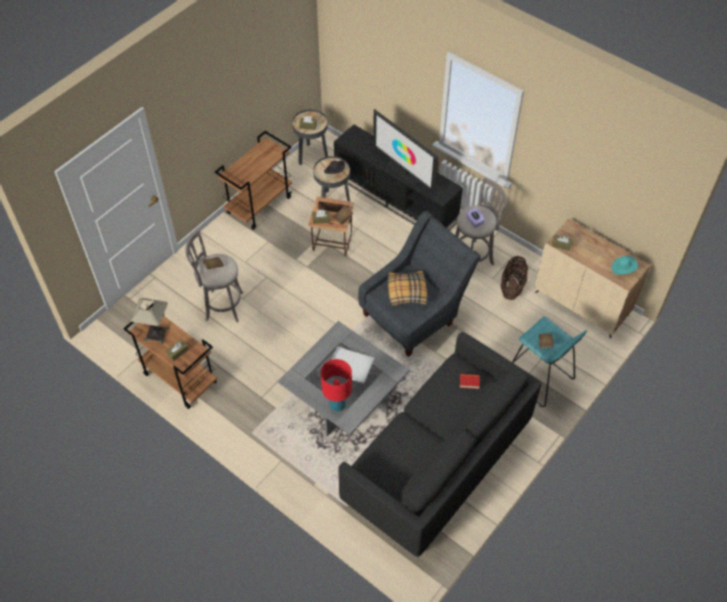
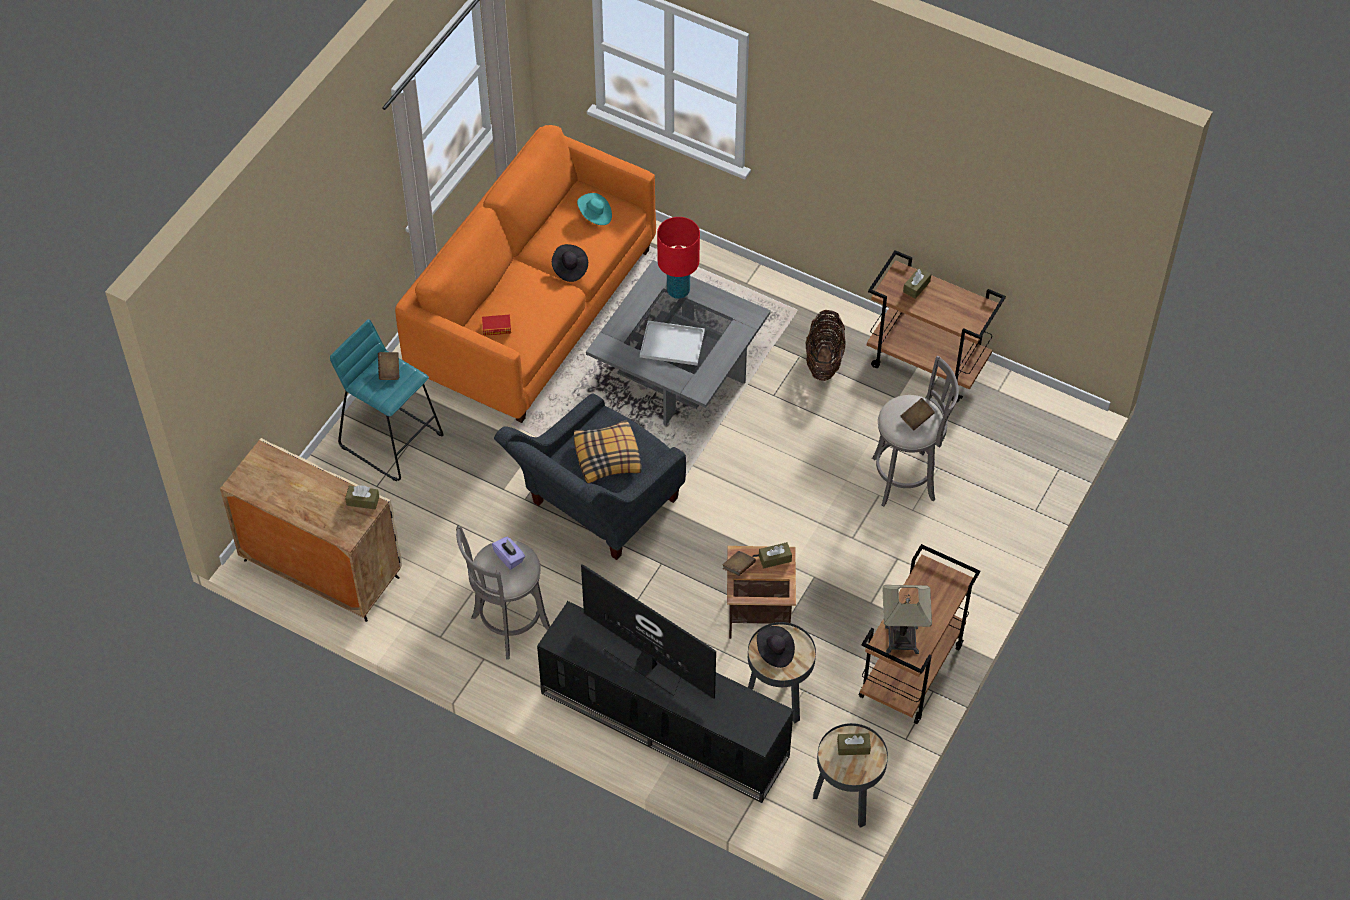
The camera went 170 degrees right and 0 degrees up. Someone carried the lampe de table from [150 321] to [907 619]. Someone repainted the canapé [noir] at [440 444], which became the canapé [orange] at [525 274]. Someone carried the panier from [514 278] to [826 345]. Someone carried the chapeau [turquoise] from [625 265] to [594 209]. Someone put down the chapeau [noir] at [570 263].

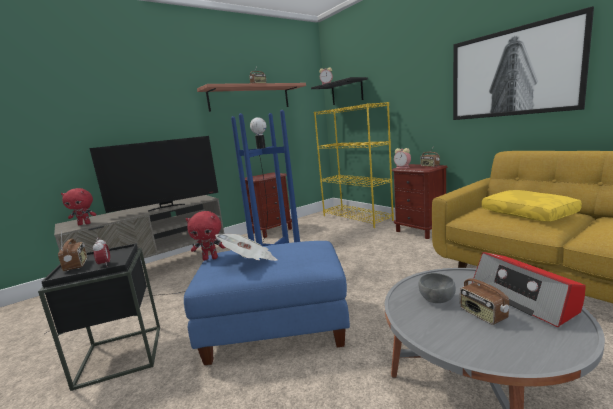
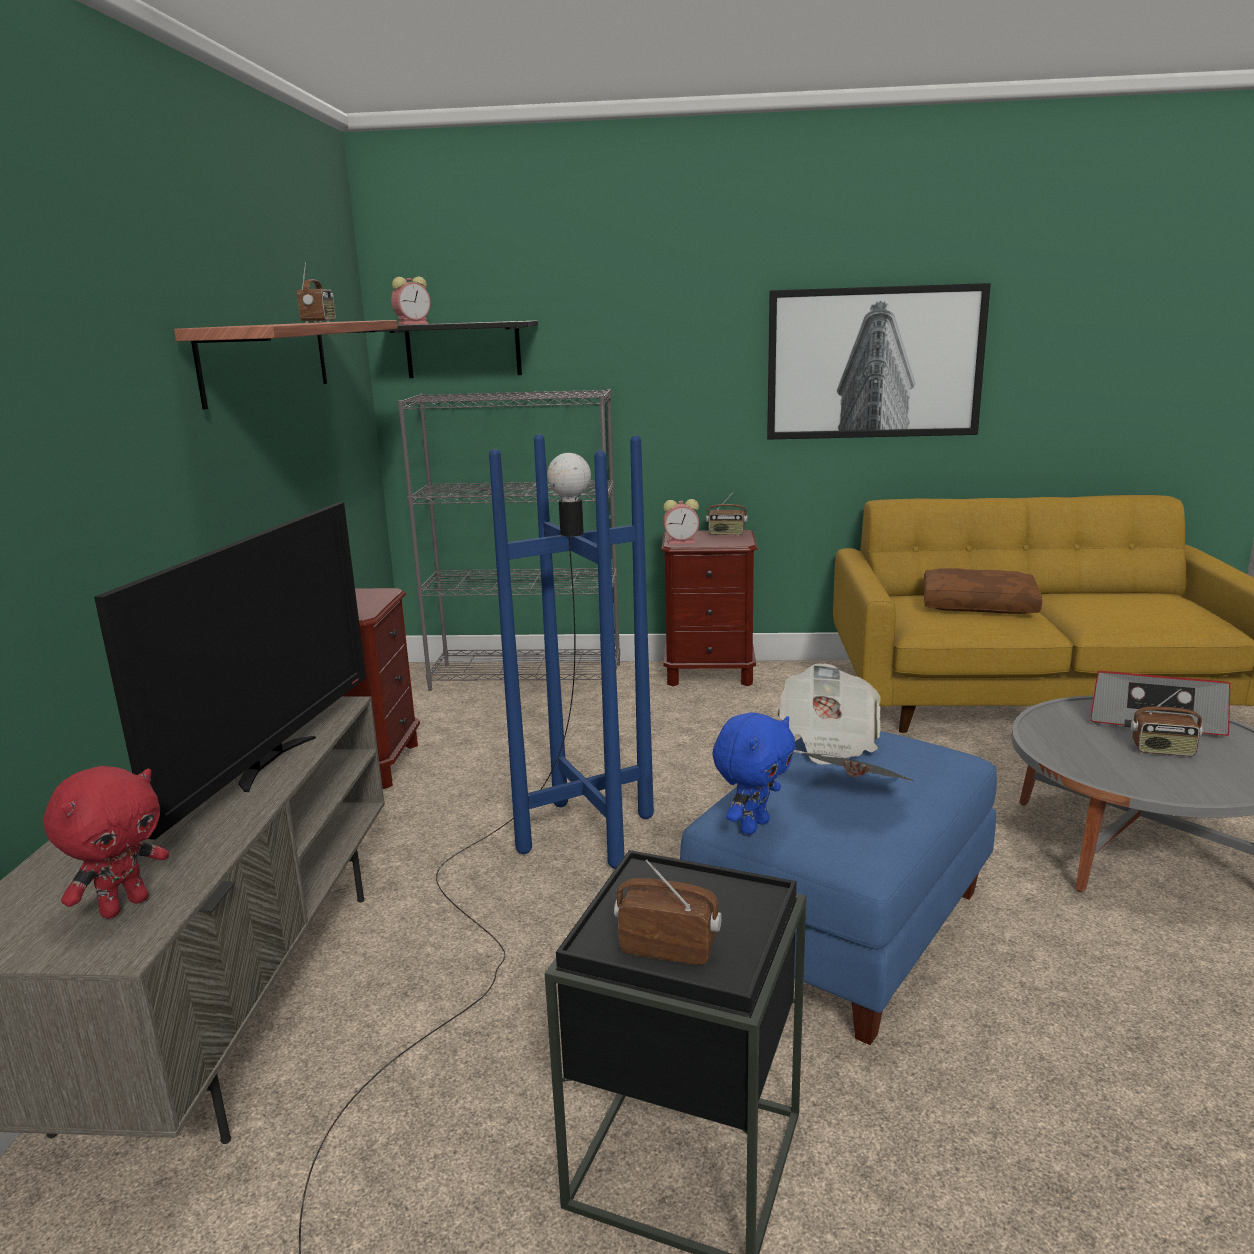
The camera went 50 degrees left and 5 degrees up. Someone took away the réveil at [101 251]. Someone repainted the peluche [rouge] at [206 235], which became the peluche [bleu] at [753 773]. Someone repainted the bibliothèque [jaune] at [354 165], which became the bibliothèque [gris] at [508 540]. Someone took away the bol [gris] at [437 288]. Someone repainted the coussin [jaune] at [532 205], which became the coussin [marron] at [982 591]. Someone put down the journal at [829 714].

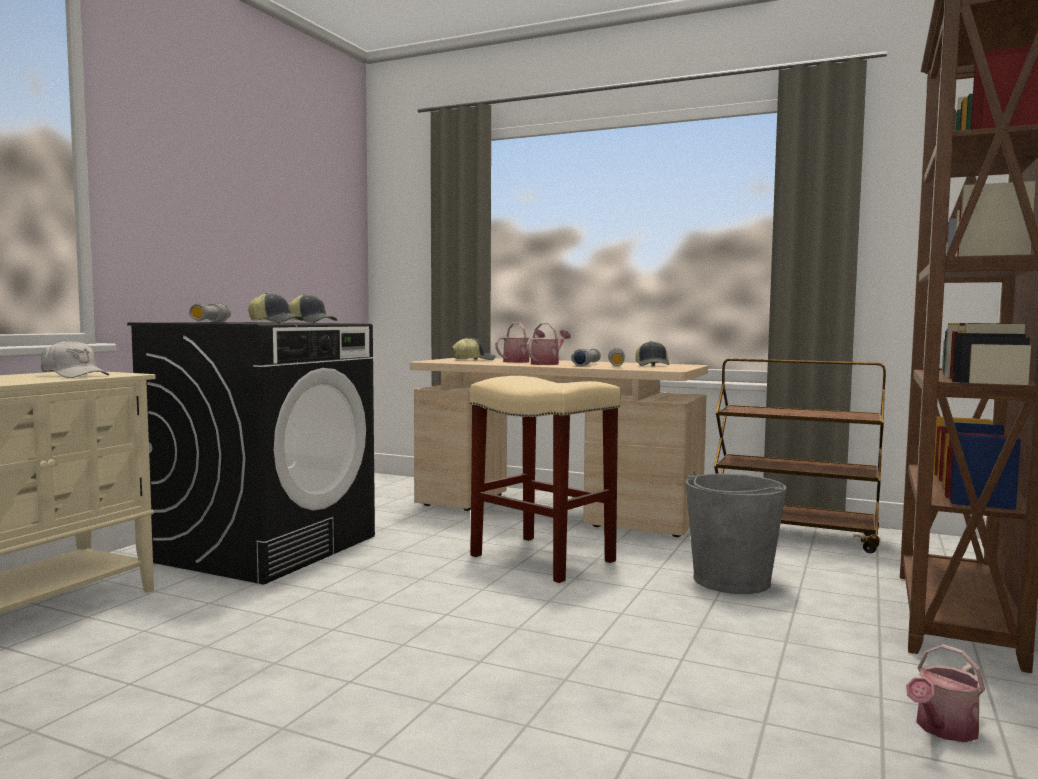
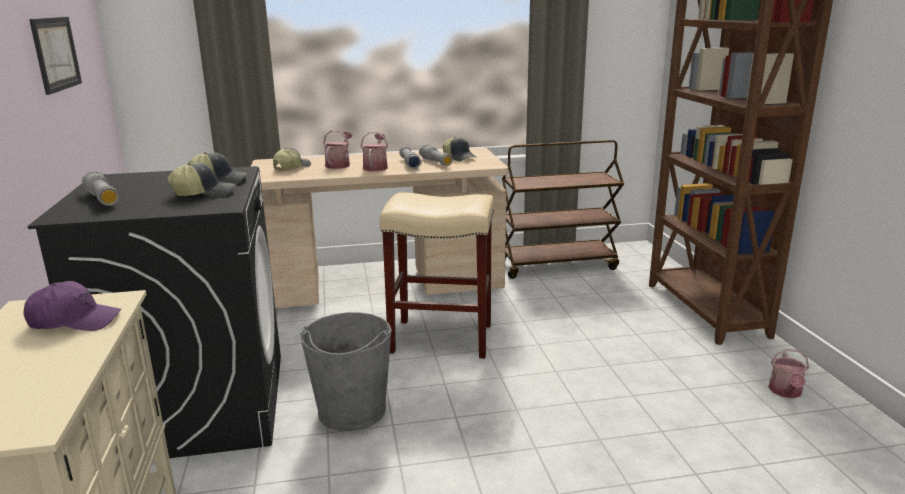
The camera went 35 degrees left and 15 degrees up. Someone repainted the casquette [blanc] at [75 359], which became the casquette [violet] at [72 306]. Someone carried the seau [gris] from [735 532] to [346 371]. Someone put up the tableau at [55 56].

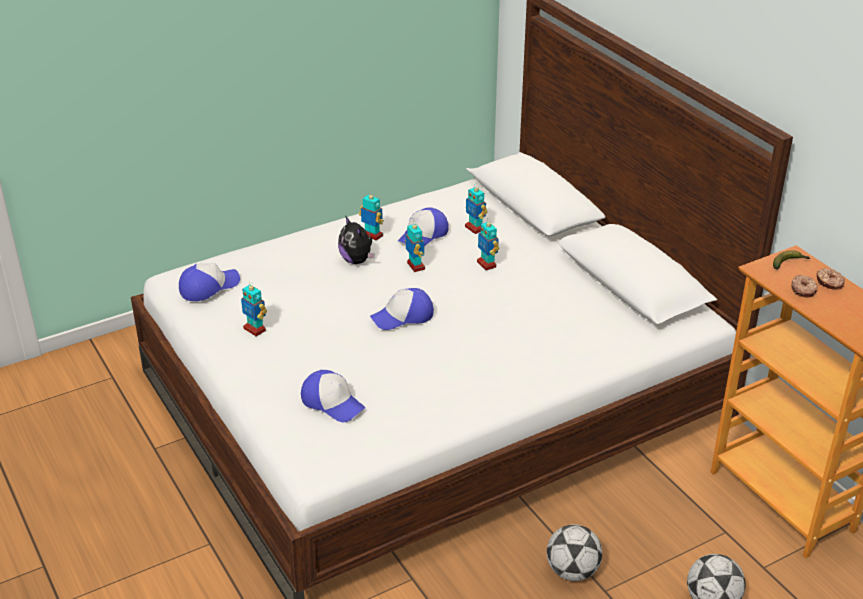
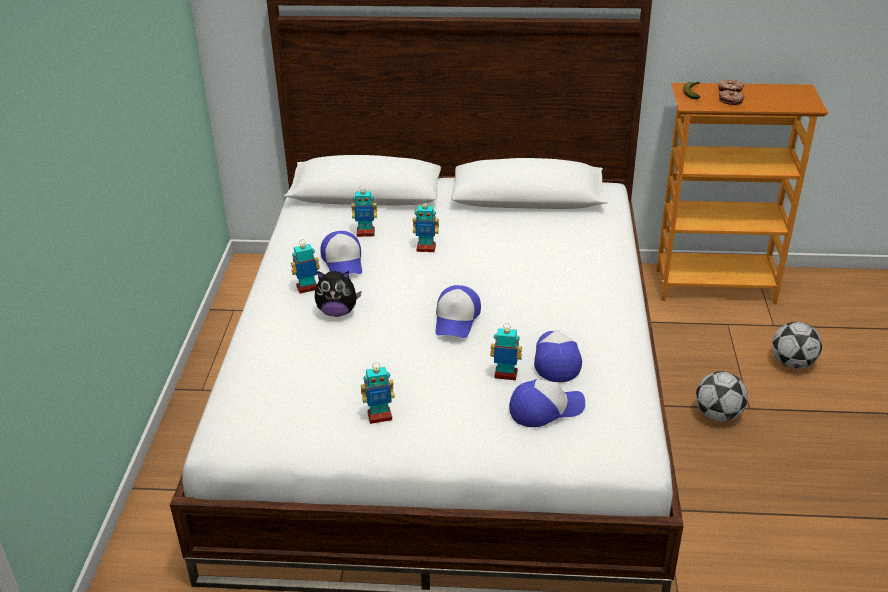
The camera went 55 degrees left and 0 degrees up. Someone carried the casquette from [209 282] to [558 356]. Someone carried the robot jouet from [415 246] to [506 351].

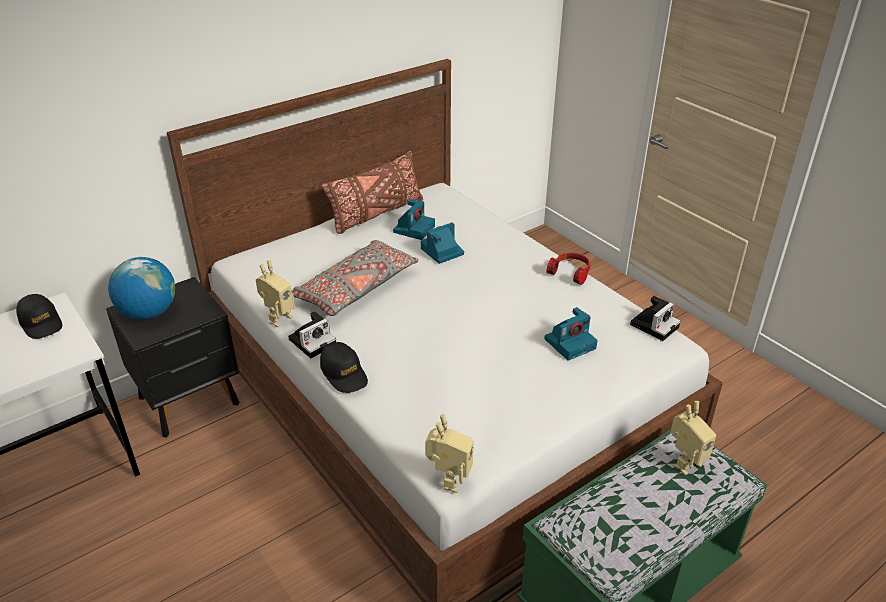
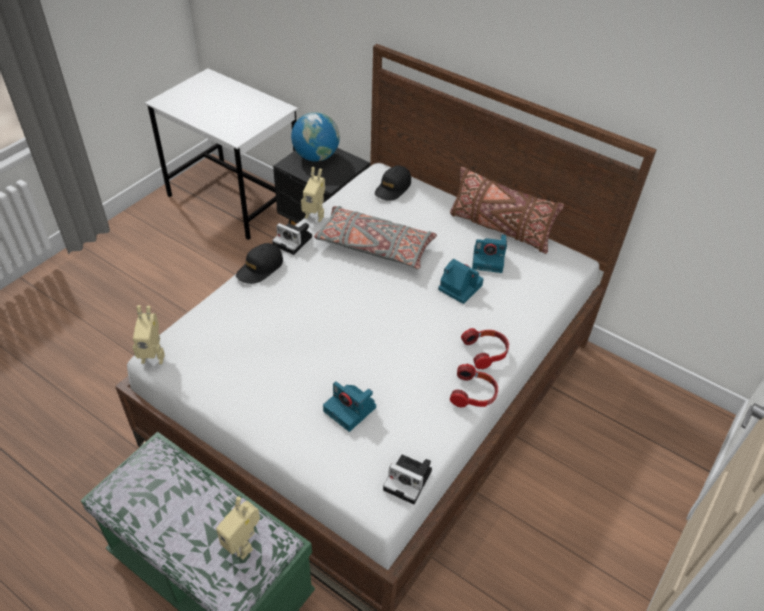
The camera went 70 degrees right and 10 degrees up. Someone carried the casquette [noir] from [39 316] to [393 183]. Someone put down the casque audio at [485 349].

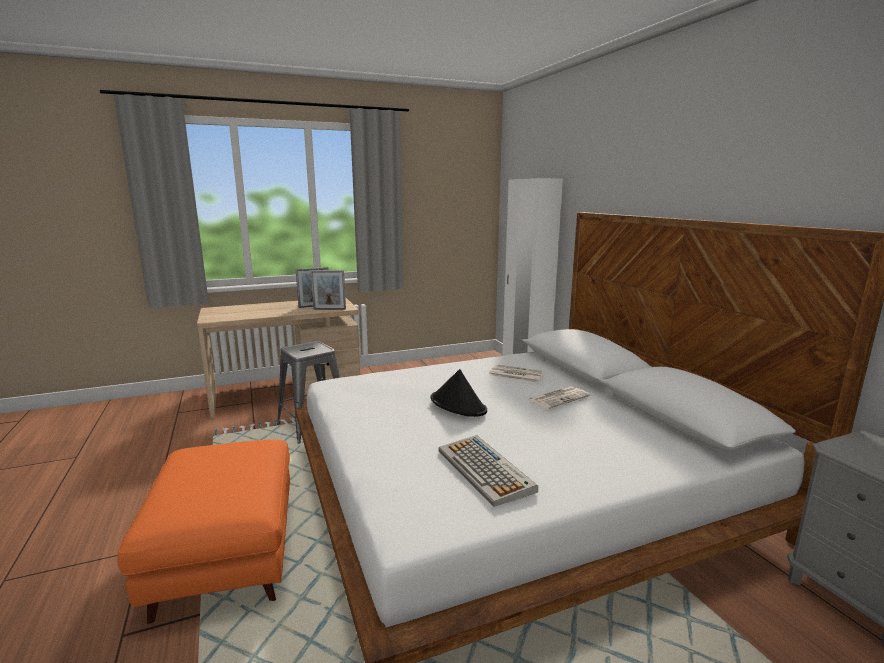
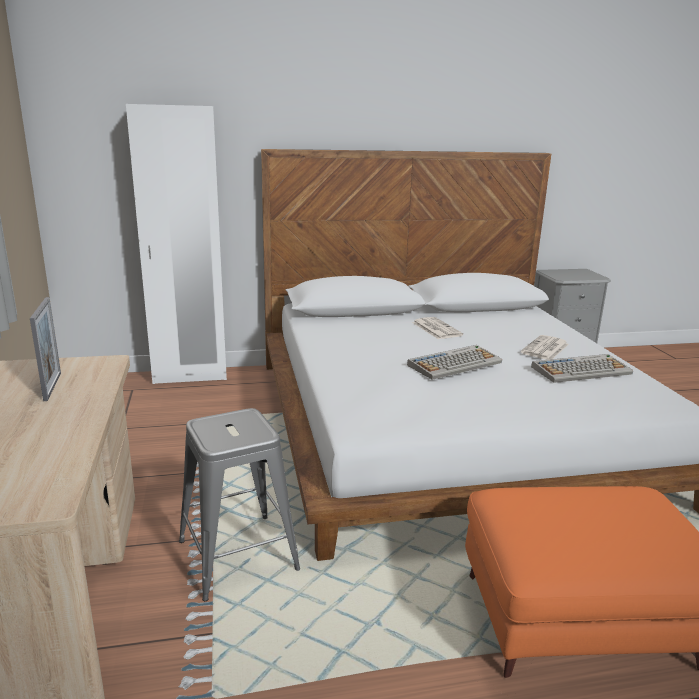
The camera went 80 degrees left and 5 degrees up. Someone took away the cadre photo at [328 290]. Someone swapped the chapeau [noir] at [459 393] for the clavier at [454 362]. Someone carried the journal from [517 373] to [545 347].

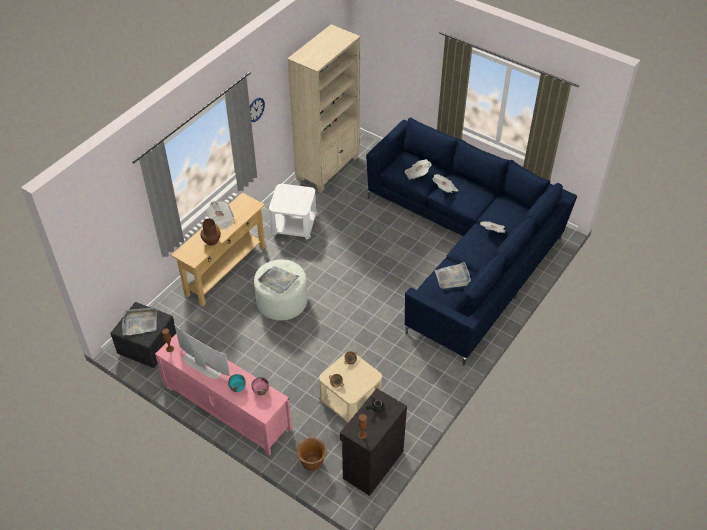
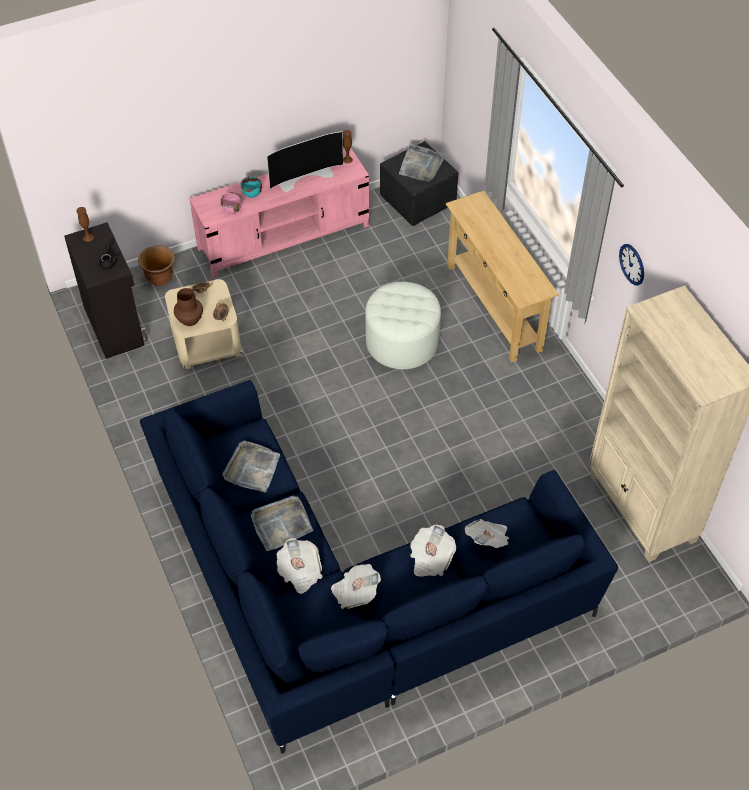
The camera went 120 degrees right and 5 degrees up. Someone carried the vase [marron] from [210 232] to [188 307]. Someone carried the journal from [220 215] to [356 586]. Someone carried the plateau [gris] from [279 280] to [282 523]. Someone took away the table d'appoint [blanc] at [293 212].

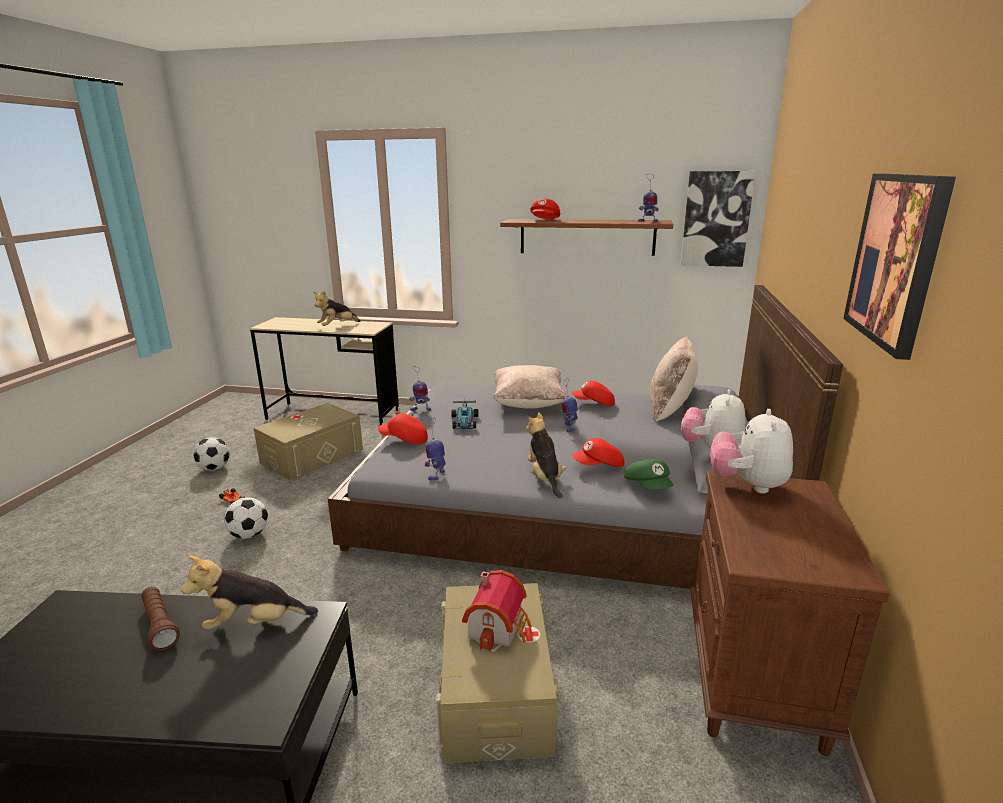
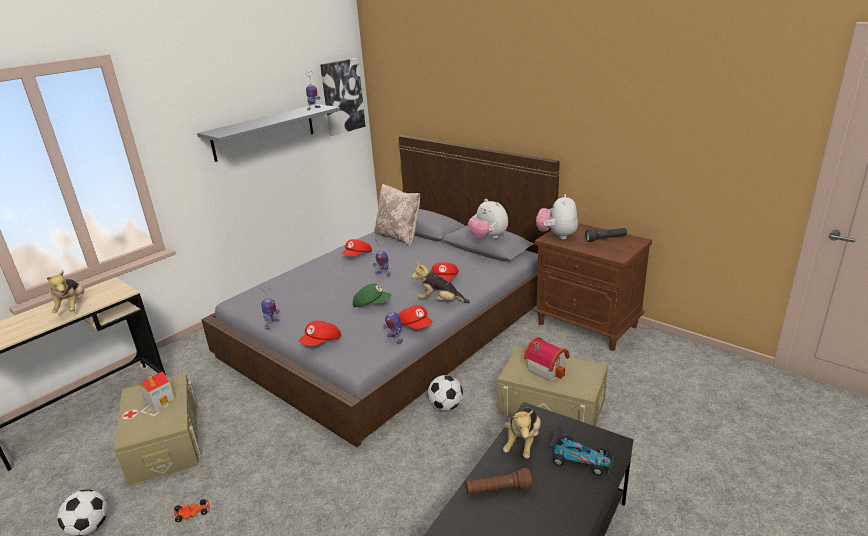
The camera went 60 degrees left and 5 degrees up. Someone carried the ballon de foot from [246 518] to [445 393]. Someone carried the petite voiture from [465 413] to [581 451]. Someone took away the coussin [beige] at [529 387]. Someone repainted the étagère [marron] at [586 237], which became the étagère [gris] at [268 133]. Someone carried the casquette [rouge] from [545 208] to [415 317]. Someone carried the casquette [vert] from [649 474] to [372 295]. Someone rotated the peluche at [751 451] by 60 degrees clockwise. Someone took away the tableau at [899 267]. Someone put down the maison miniature at [157 390]. Someone put down the lampe de poche [noir] at [606 235].

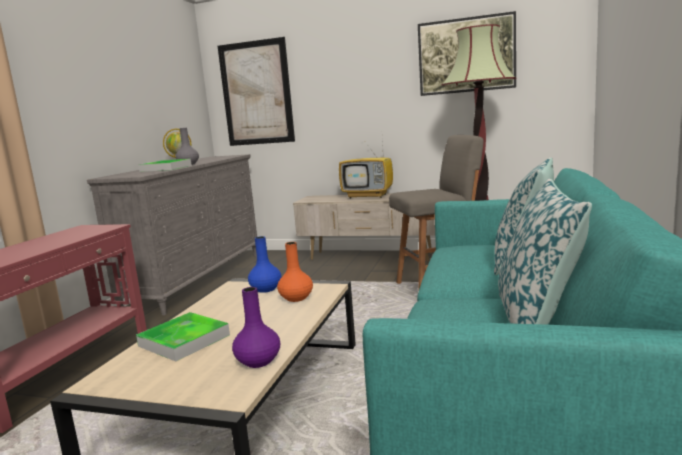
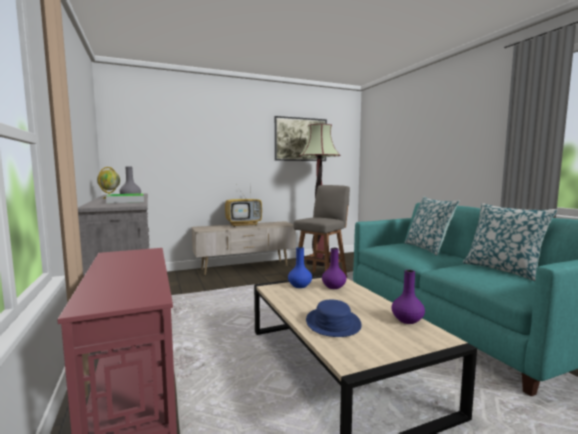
The camera went 40 degrees left and 5 degrees down. Someone swapped the plateau at [183 336] for the chapeau [bleu] at [334 318]. Someone took away the tableau at [256 91]. Someone repainted the vase [orange] at [295 272], which became the vase [violet] at [334 268].

